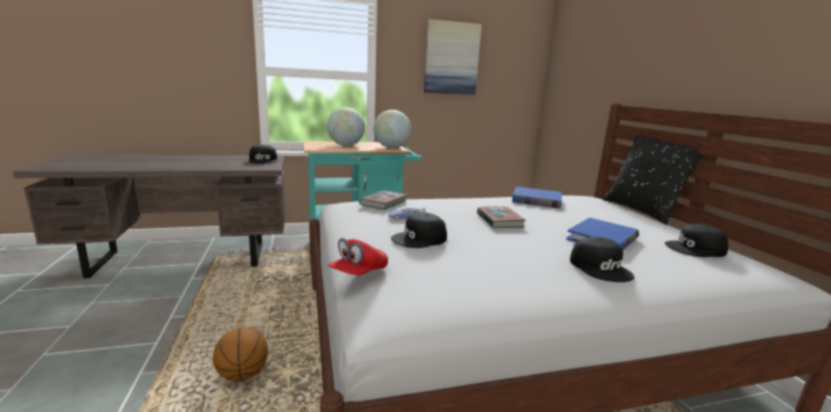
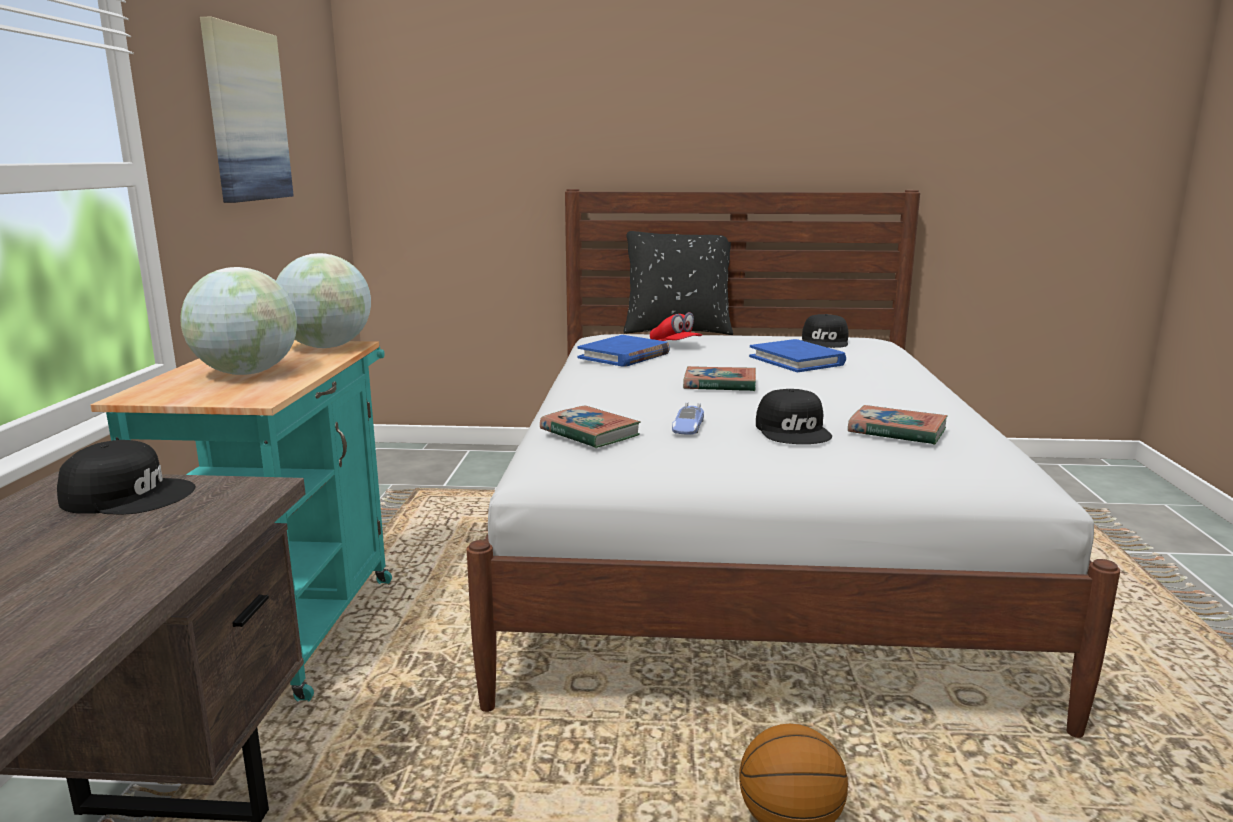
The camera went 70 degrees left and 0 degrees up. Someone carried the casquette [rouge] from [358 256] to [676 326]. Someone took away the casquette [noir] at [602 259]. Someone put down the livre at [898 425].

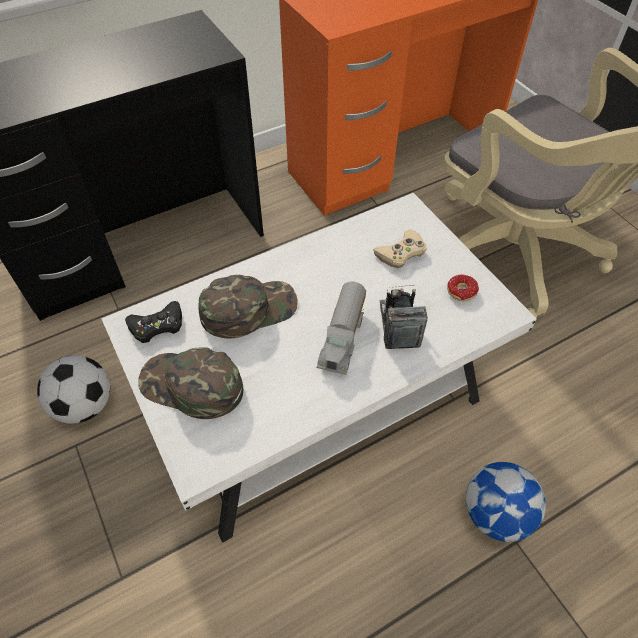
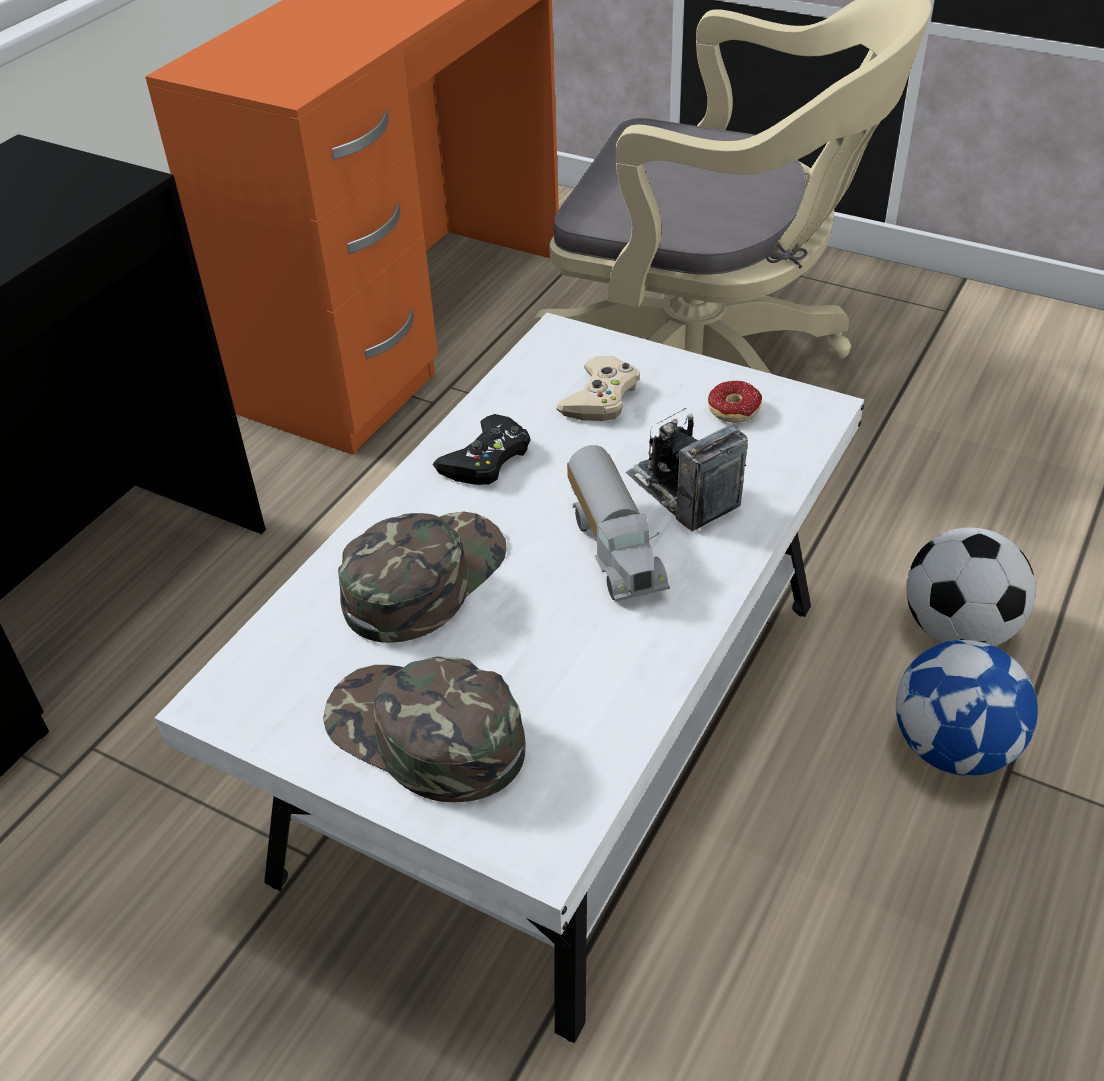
The camera went 30 degrees left and 10 degrees down. Someone carried the ballon de foot from [73 389] to [971 587]. Someone carried the manette [noir] from [153 322] to [481 449]. Someone rotated the casquette [vert] at [190 383] by 45 degrees clockwise.

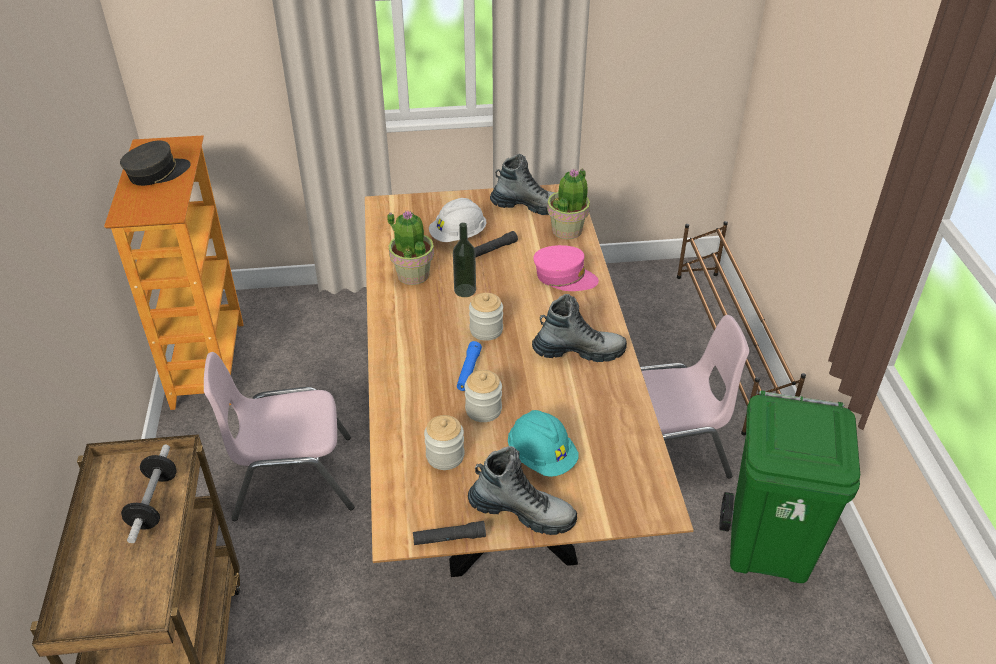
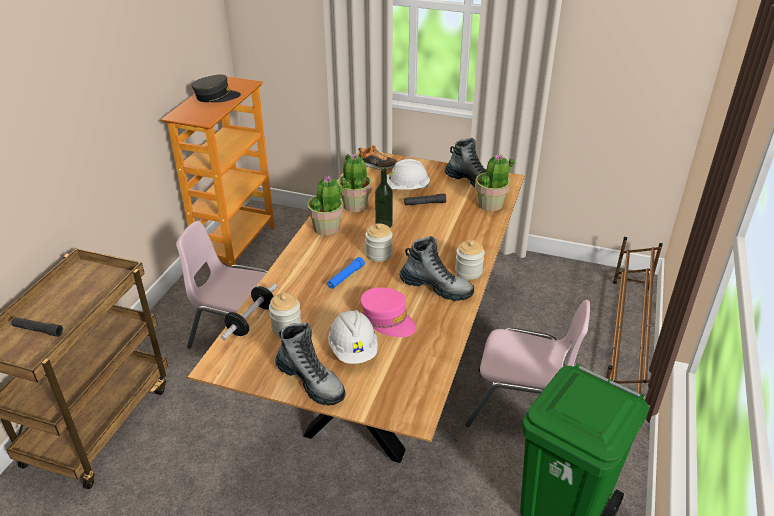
The camera went 25 degrees right and 5 degrees down. Someone carried the haltère from [149 494] to [249 312]. Someone carried the lampe de poche [noir] from [449 533] to [37 327]. Someone carried the bocal from [483 396] to [470 260]. Someone repainted the casque de chantier [turquoise] at [543 443], which became the casque de chantier [blanc] at [353 337]. Someone carried the casquette [rose] from [566 268] to [388 312]. Someone put down the plante en pot at [327 206]. Someone put down the chaussure at [378 157].

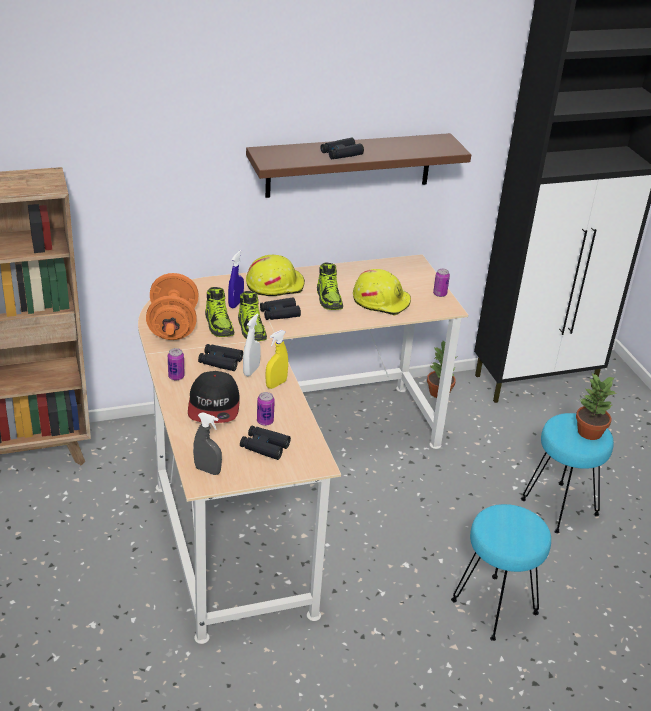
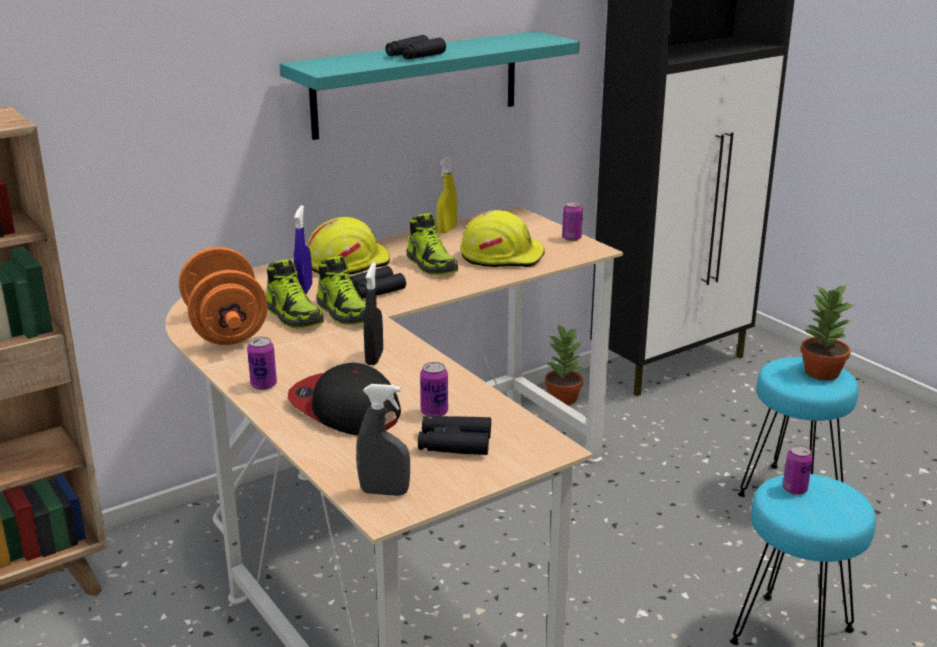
The camera went 15 degrees left and 10 degrees down. Someone rotated the casquette at [214 397] by 150 degrees clockwise. Someone took away the jumelles [noir] at [220 357]. Someone repainted the vaporisateur [blanc] at [252 345], which became the vaporisateur [noir] at [373 313]. Someone repainted the étagère [marron] at [358 165], which became the étagère [turquoise] at [430 85]. Someone carried the vaporisateur [jaune] from [277 359] to [447 195]. Someone put down the boîte métallique at [798 470].

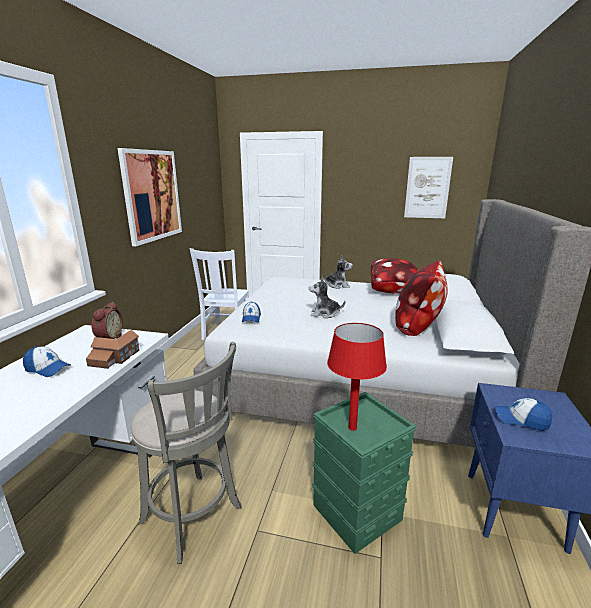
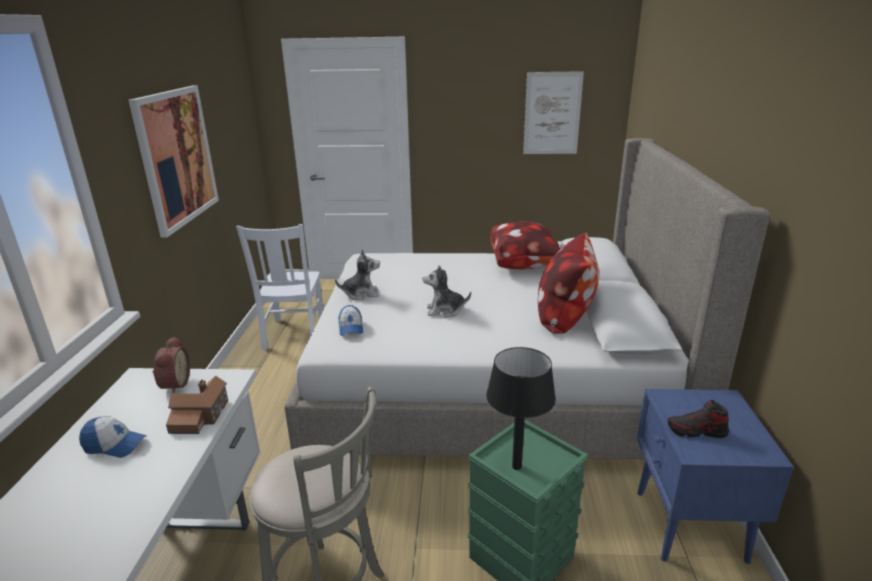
The camera went 10 degrees left and 5 degrees up. Someone carried the peluche from [337 272] to [357 274]. Someone repainted the lampe de table [rouge] at [357 377], which became the lampe de table [noir] at [521 408]. Someone swapped the casquette at [523 414] for the chaussure at [698 419].

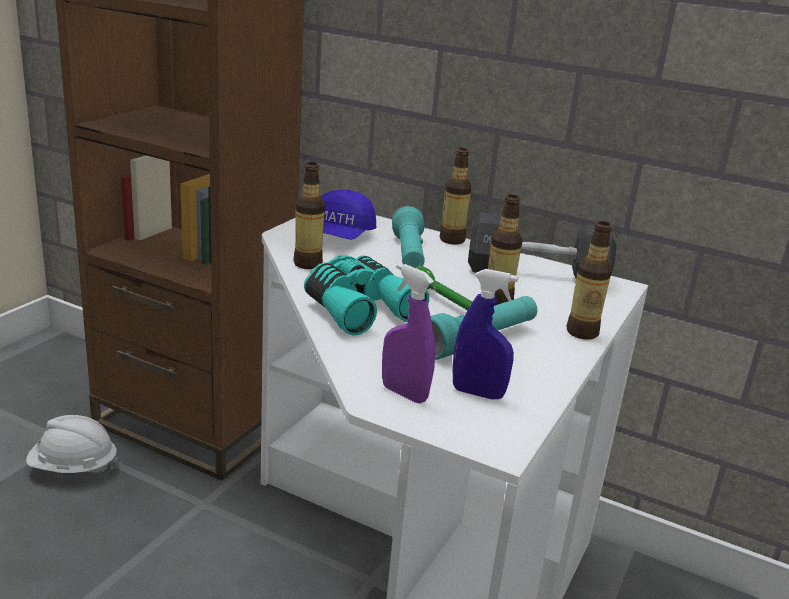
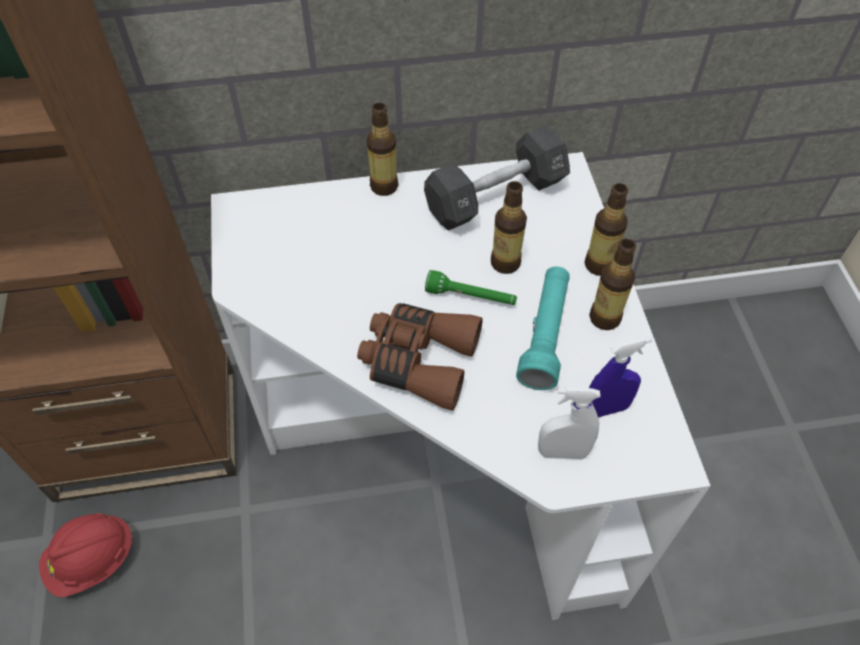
The camera went 35 degrees left and 30 degrees up. Someone repainted the casque de chantier [blanc] at [72 444], which became the casque de chantier [rouge] at [86 555]. Someone carried the bouteille from [309 215] to [612 284]. Someone repainted the jumelles [turquoise] at [366 295], which became the jumelles [marron] at [420 357]. Someone took away the casquette [bleu] at [348 214]. Someone repainted the vaporisateur [violet] at [408 333], which became the vaporisateur [blanc] at [569 423]. Someone took away the lampe de poche [turquoise] at [408 237].

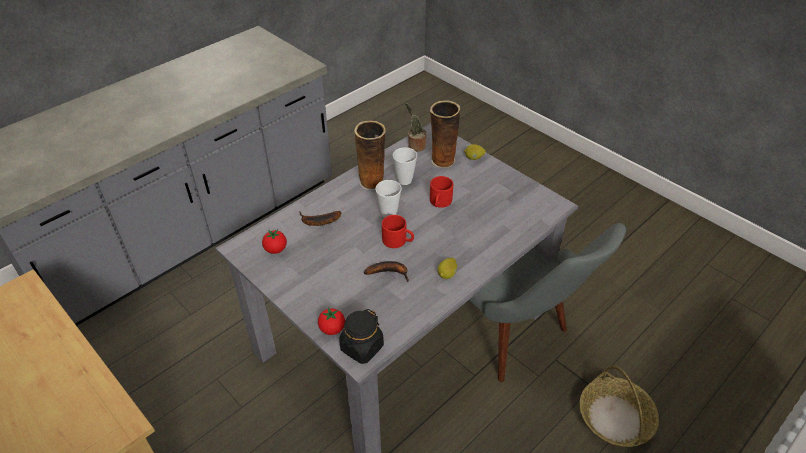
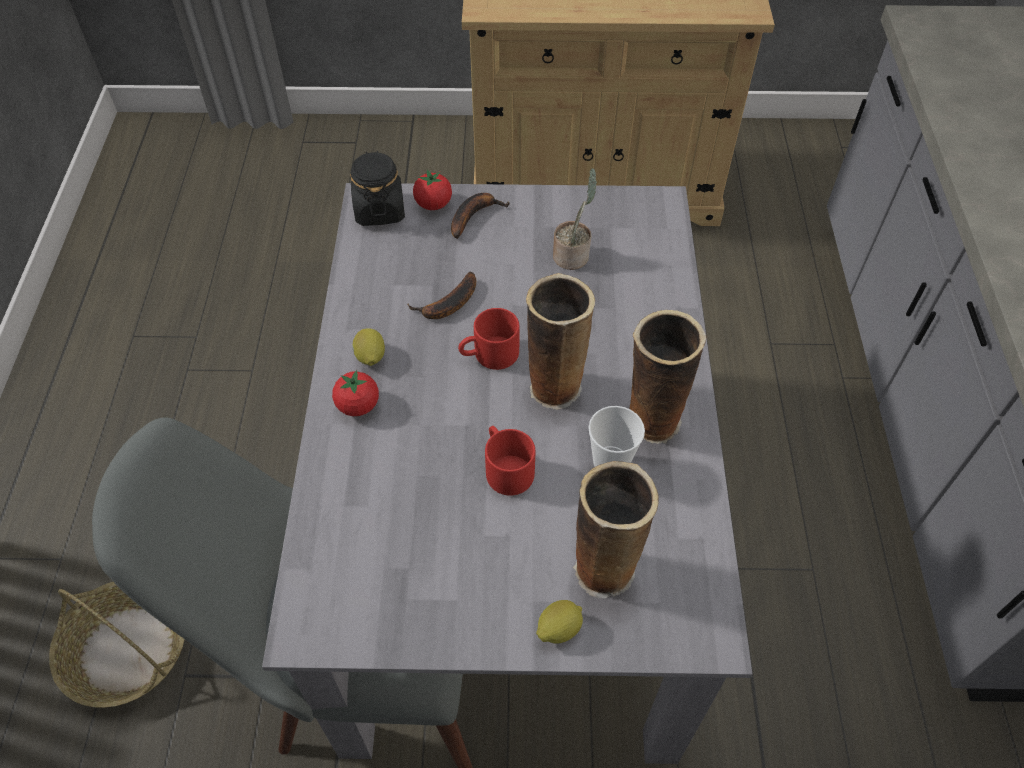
The camera went 135 degrees right and 10 degrees up. Someone carried the tomate from [274 241] to [355 393]. Someone carried the banane from [320 218] to [480 216]. Someone swapped the tasse at [388 199] for the vase at [560 341]. Someone carried the plante en pot from [416 127] to [575 219].

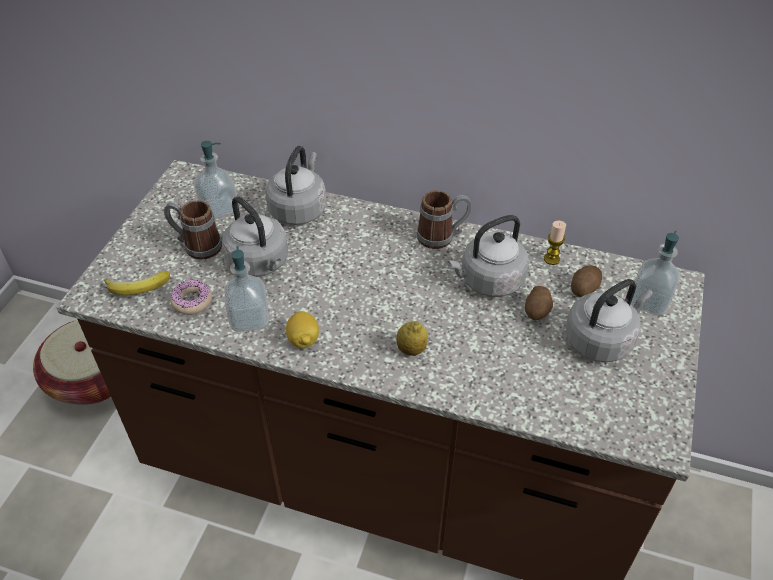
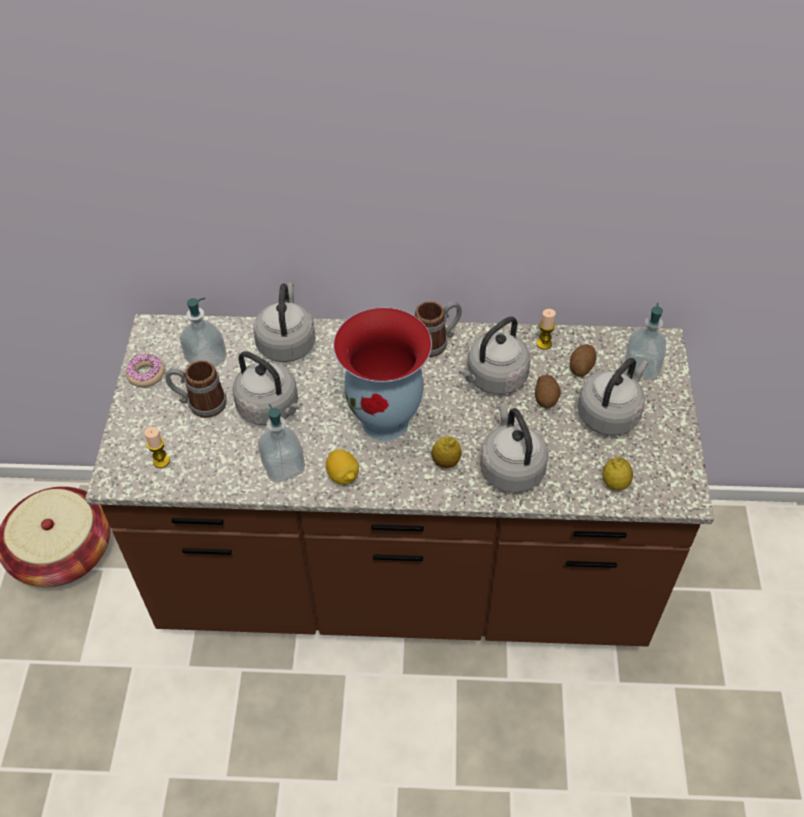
The camera went 15 degrees left and 5 degrees up. Someone swapped the banane at [137 283] for the bougie at [157 447]. Someone carried the beignet from [191 297] to [145 370]. Someone put down the vase at [382 374]. Someone put down the bouilloire [gris] at [514 448]. Someone put down the citron at [617 473].

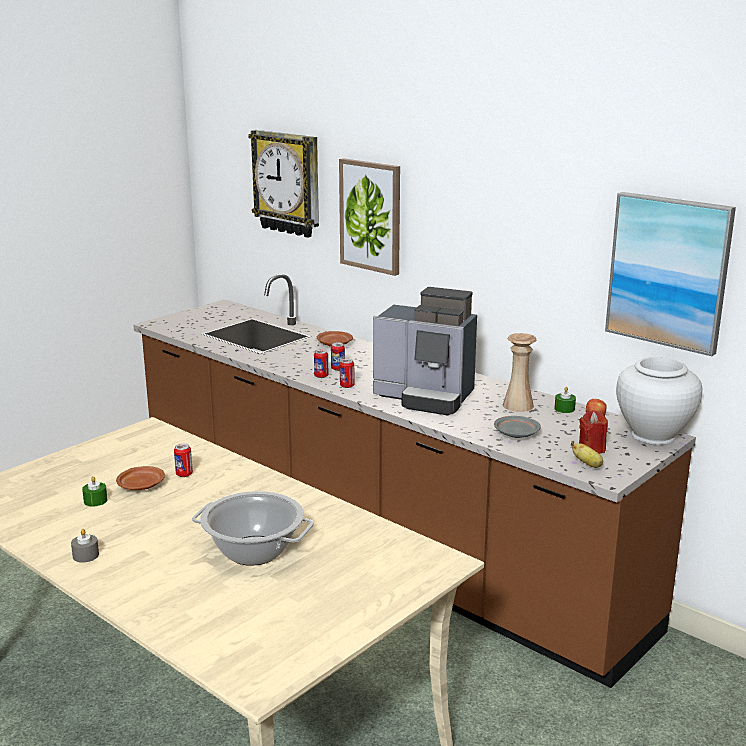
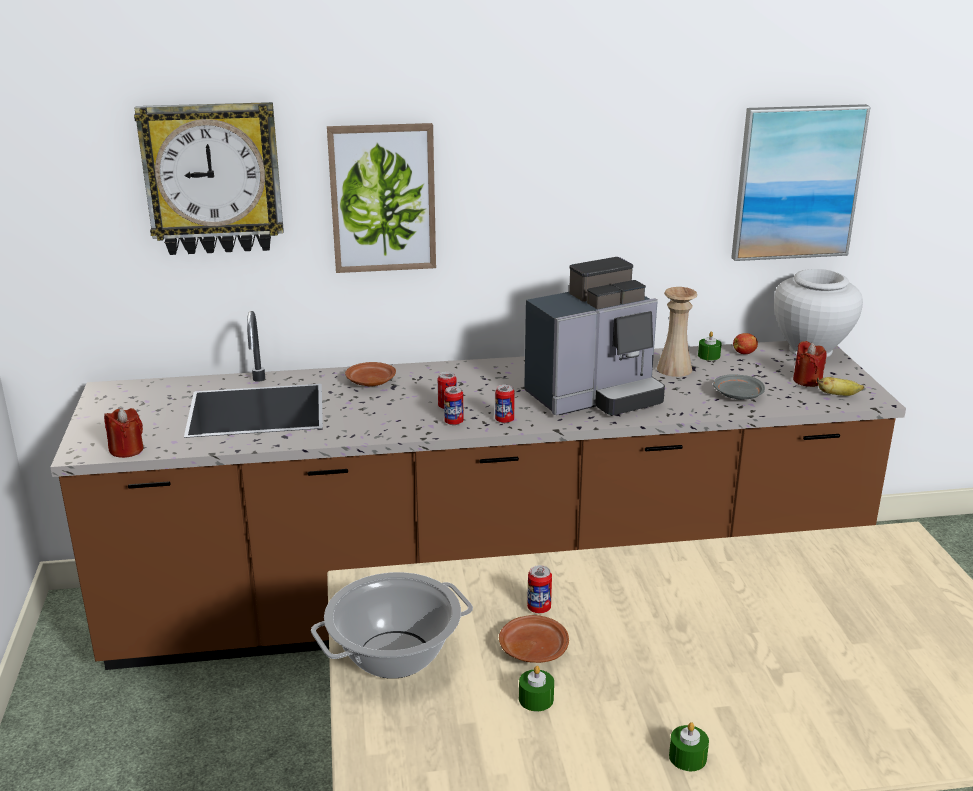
The camera went 50 degrees left and 5 degrees up. Someone repainted the bougie [gris] at [85 546], which became the bougie [vert] at [689 746]. Someone carried the marmite from [253 528] to [392 625]. Someone put down the bougie [rouge] at [124 433].

